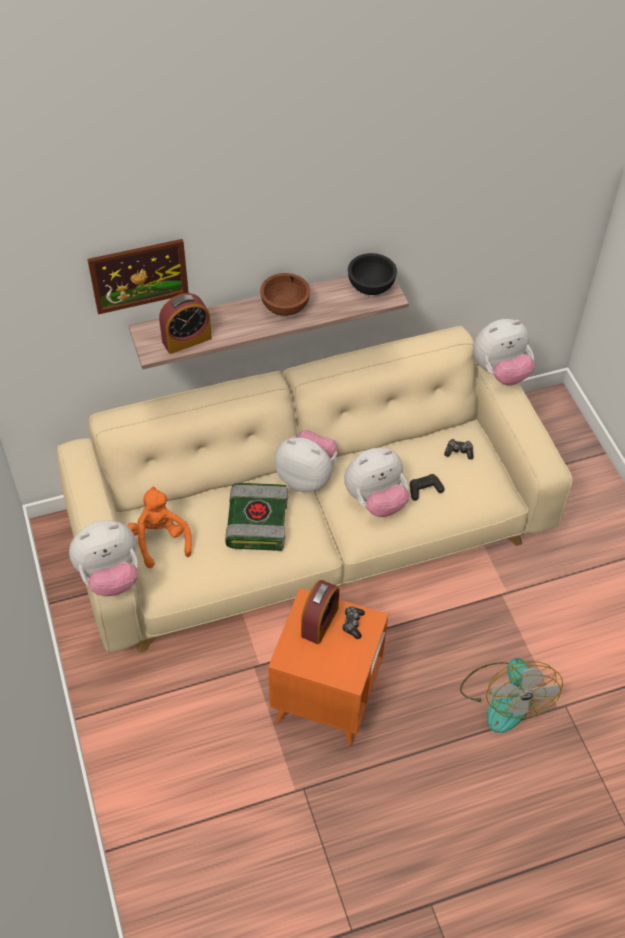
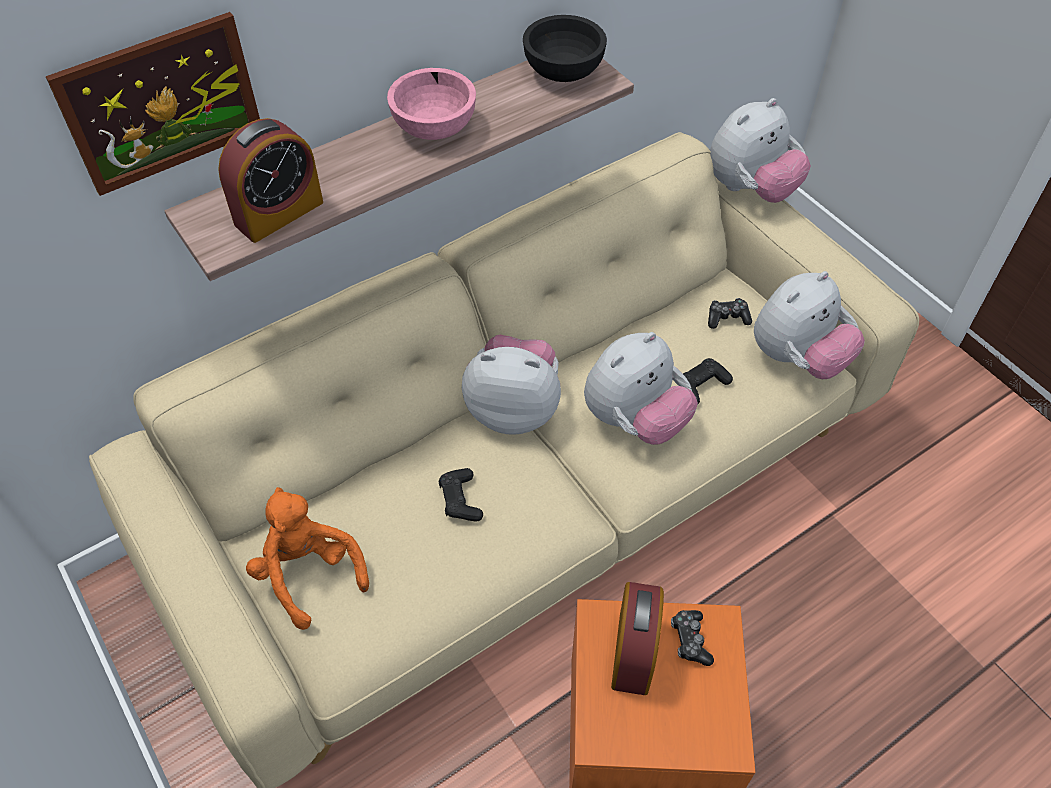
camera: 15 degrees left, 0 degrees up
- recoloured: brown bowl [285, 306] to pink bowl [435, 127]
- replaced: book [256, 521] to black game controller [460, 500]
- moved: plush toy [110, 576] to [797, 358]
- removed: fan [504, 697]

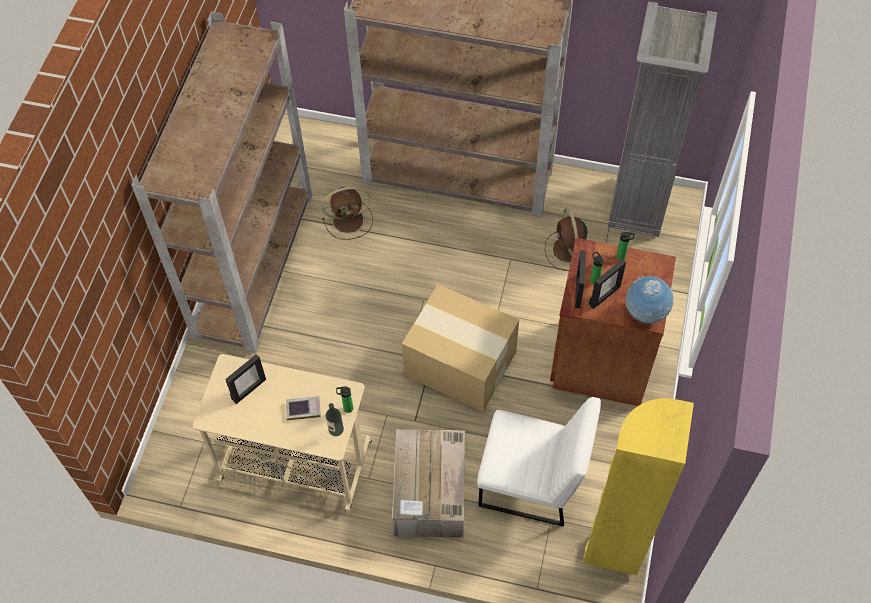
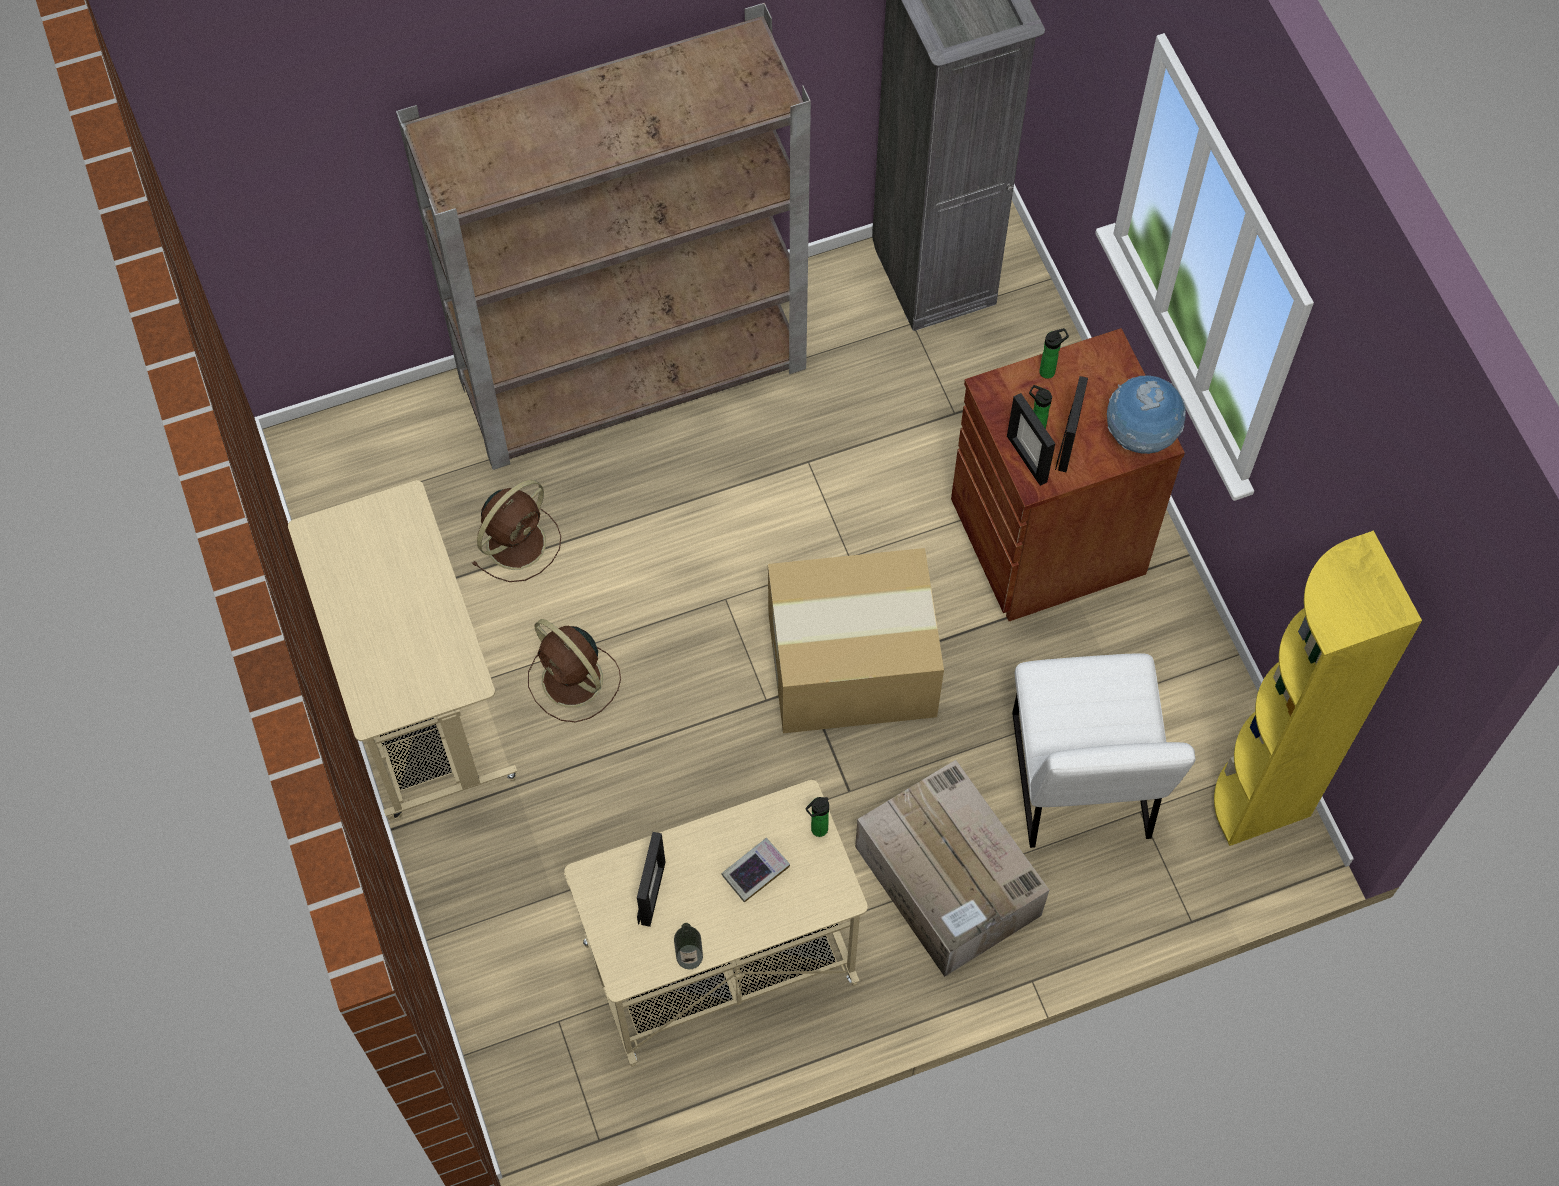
camera: 35 degrees left, 5 degrees up
- replaced: brown bookcase [254, 264] to beige desk [420, 700]
- moved: brown fan [568, 251] to [574, 681]
- turned: white chair [531, 485] = [1080, 780] 105 degrees clockwise
- moved: bottle [336, 429] to [689, 957]

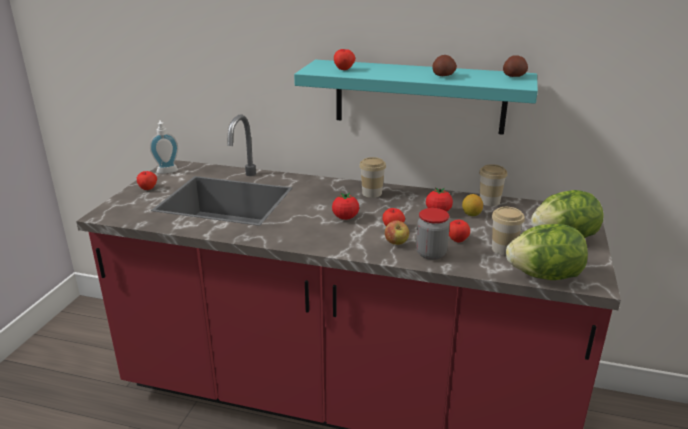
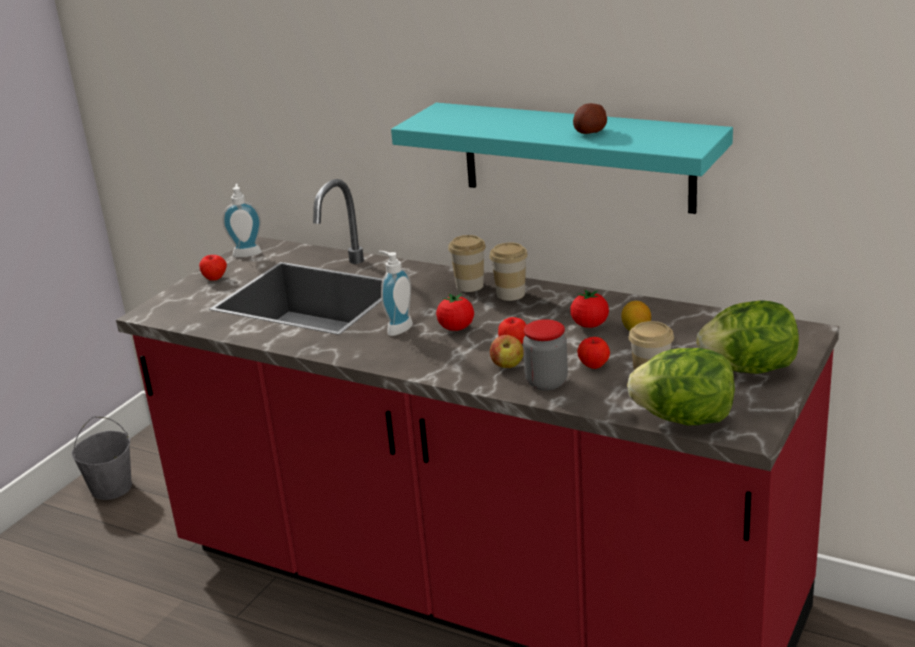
camera: 15 degrees right, 0 degrees up
- removed: apple [344, 69]
- removed: potato [514, 76]
- moved: cup [489, 201] to [469, 286]
- added: soap dispenser [397, 328]
- added: grey bucket [111, 488]

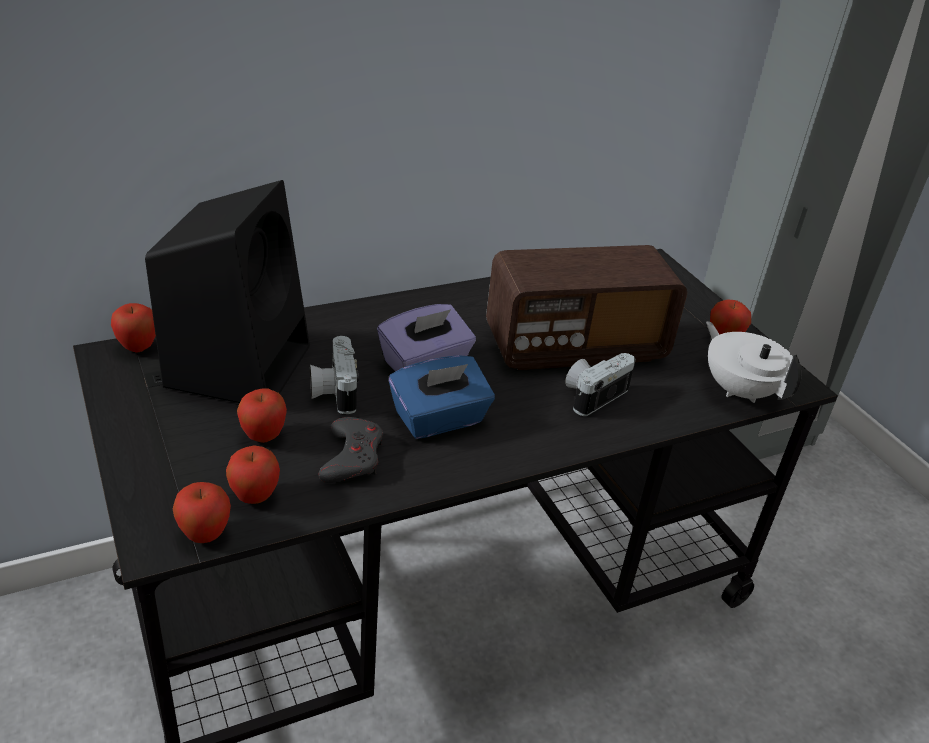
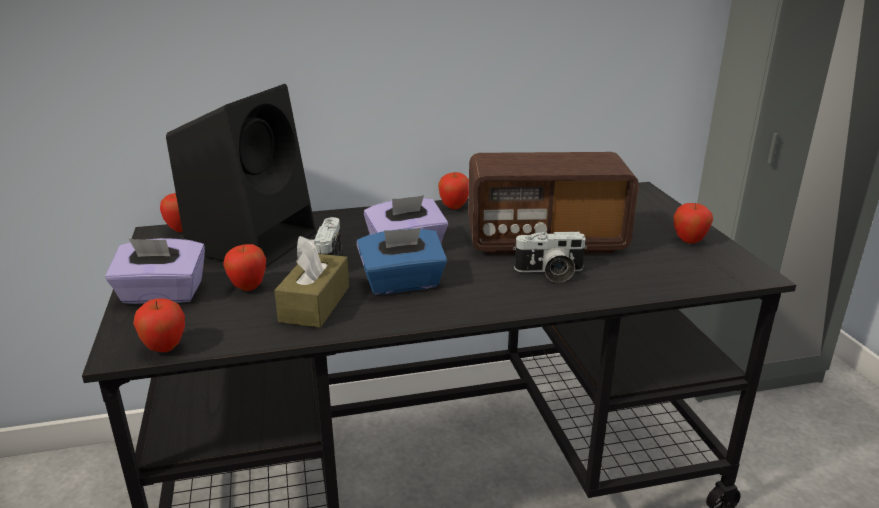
camera: 15 degrees right, 10 degrees down
- removed: white teapot [740, 390]
- turned: photo camera [593, 394] = [550, 273] 150 degrees counterclockwise
- replaced: grey game controller [352, 457] to brown tissue box [315, 304]
- moved: apple [254, 497] to [454, 207]
- added: purple tissue box [162, 294]

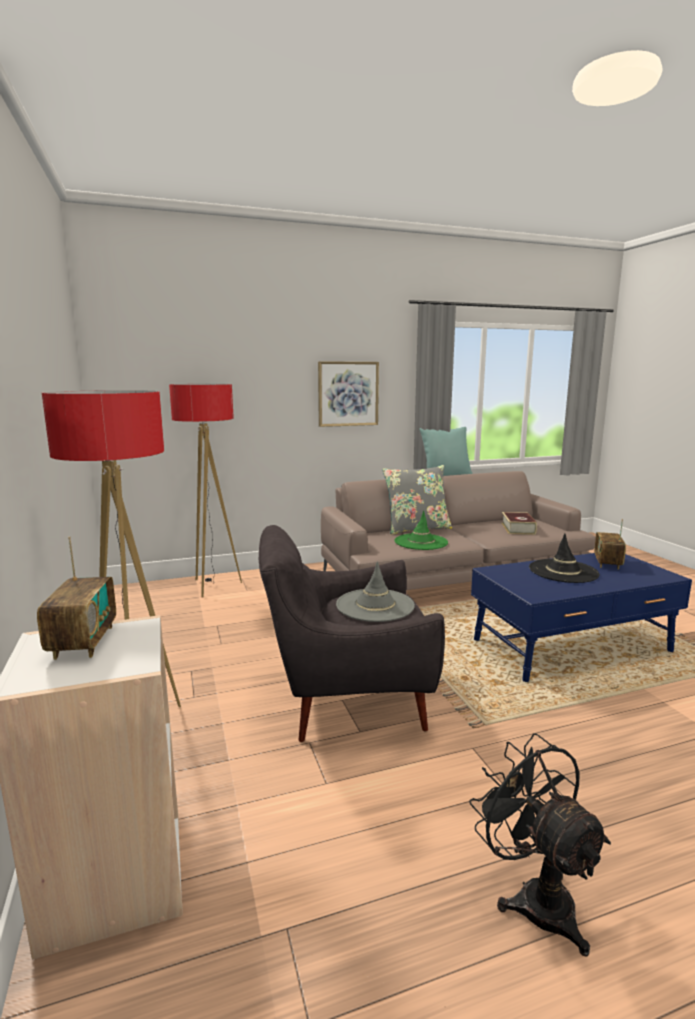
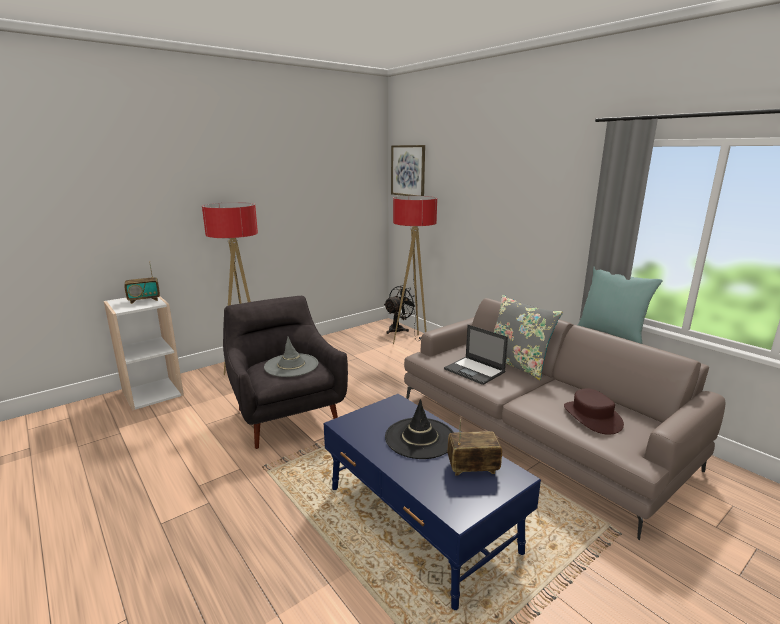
camera: 70 degrees right, 5 degrees up
- moved: picture [348, 394] to [408, 170]
- replaced: green hat [421, 542] to laptop [475, 371]
- replaced: book [518, 528] to brown hat [591, 417]
- moved: black fan [535, 897] to [398, 329]

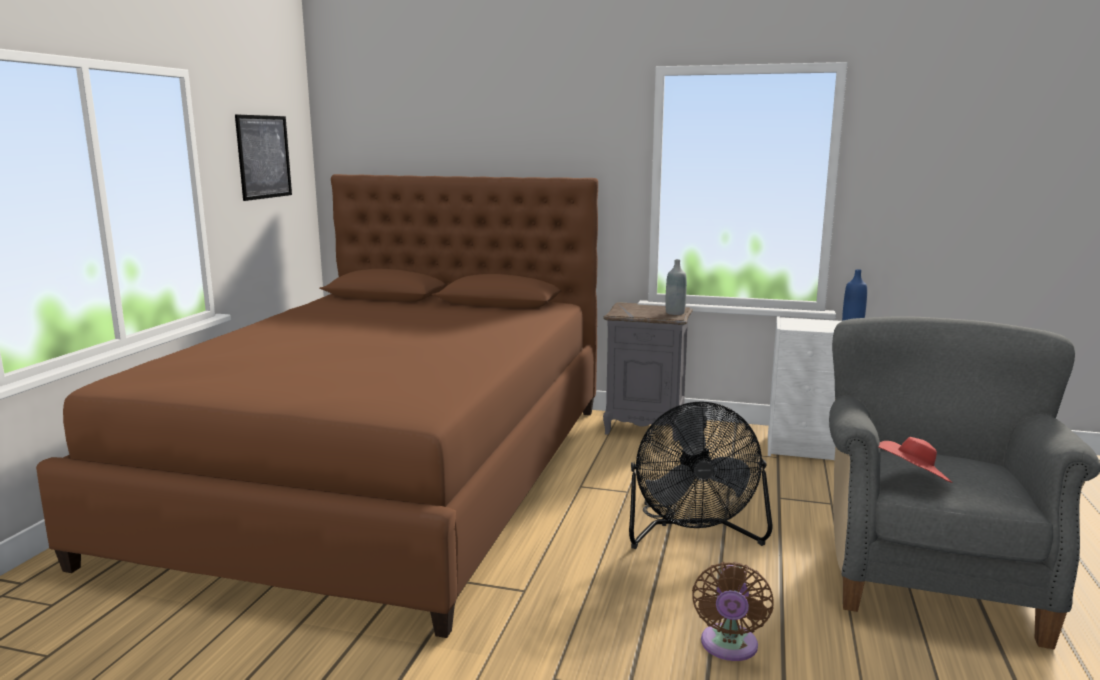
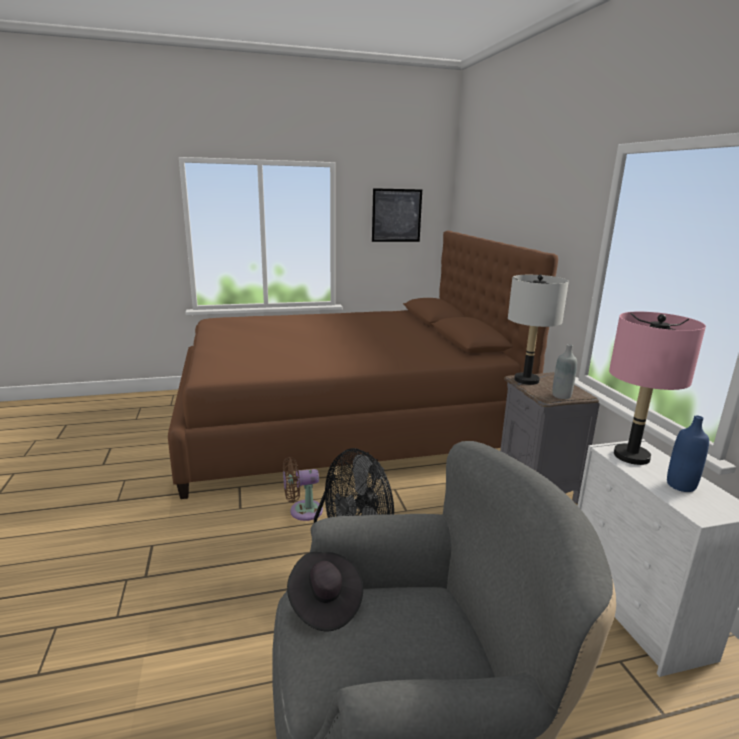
camera: 60 degrees right, 5 degrees up
- recoloured: red hat [913, 478] to black hat [324, 604]
- moved: brown fan [728, 647] to [302, 511]
- added: grey table lamp [526, 380]
- added: pink table lamp [631, 456]

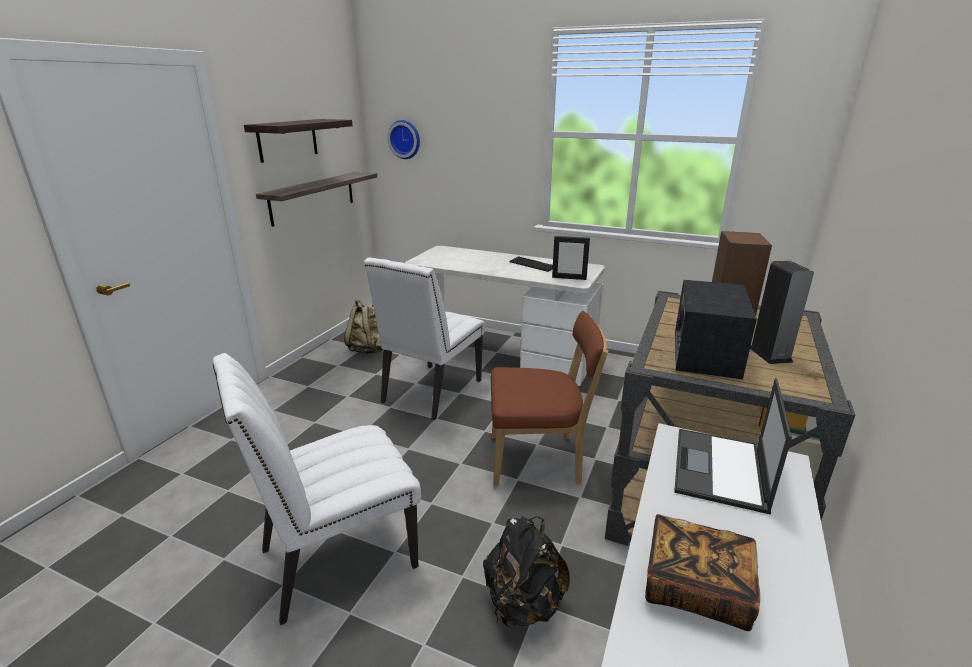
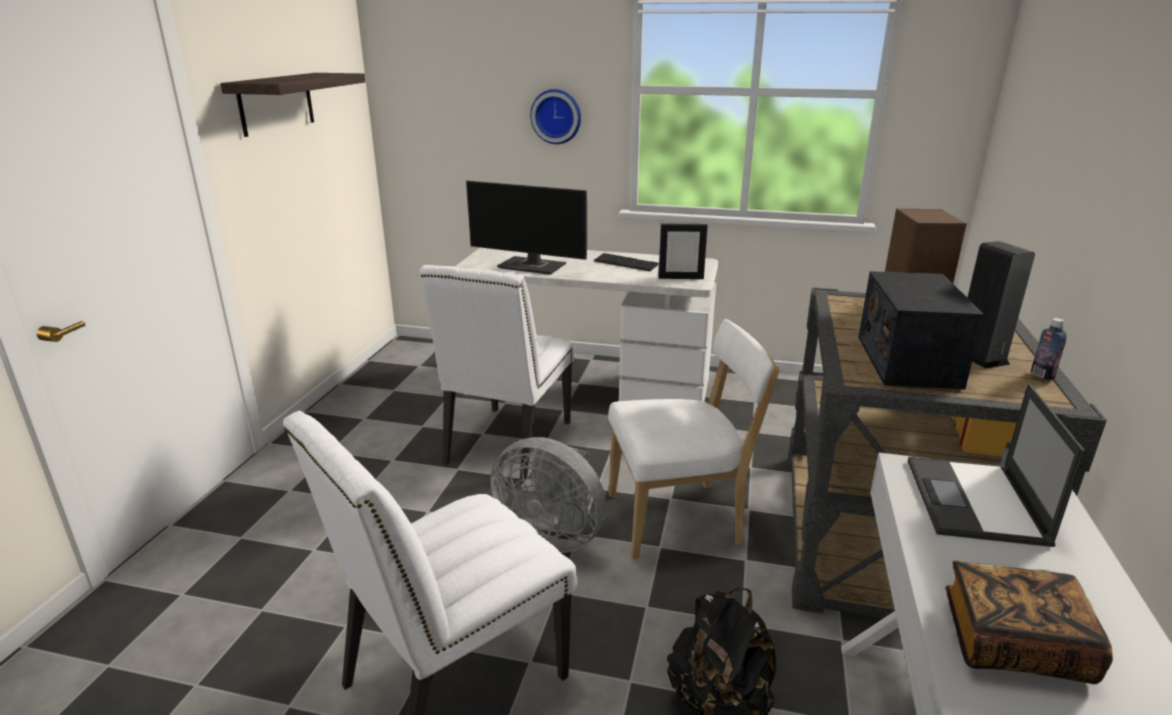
camera: 10 degrees left, 0 degrees up
- moved: wall clock [405, 139] to [556, 116]
- removed: shelf [313, 197]
- removed: beige backpack [369, 349]
- recoloured: brown chair [539, 460] to white chair [680, 519]
- added: monitor [533, 266]
- added: bottle [1042, 375]
- added: grey fan [552, 534]

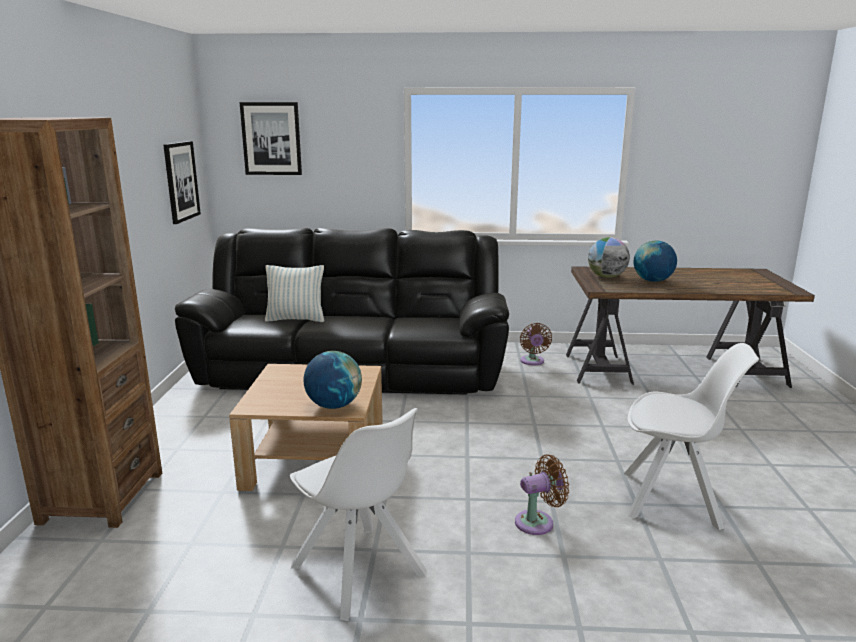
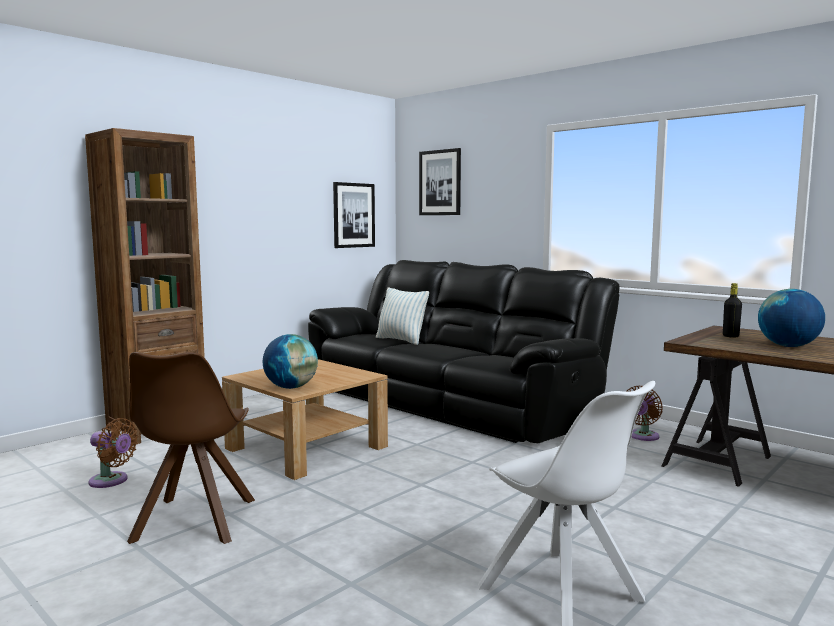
camera: 40 degrees right, 10 degrees down
- replaced: globe [606, 277] to black bottle [730, 336]
- recoloured: white chair [359, 572] to brown chair [193, 522]
- moved: brown fan [538, 522] to [111, 481]

